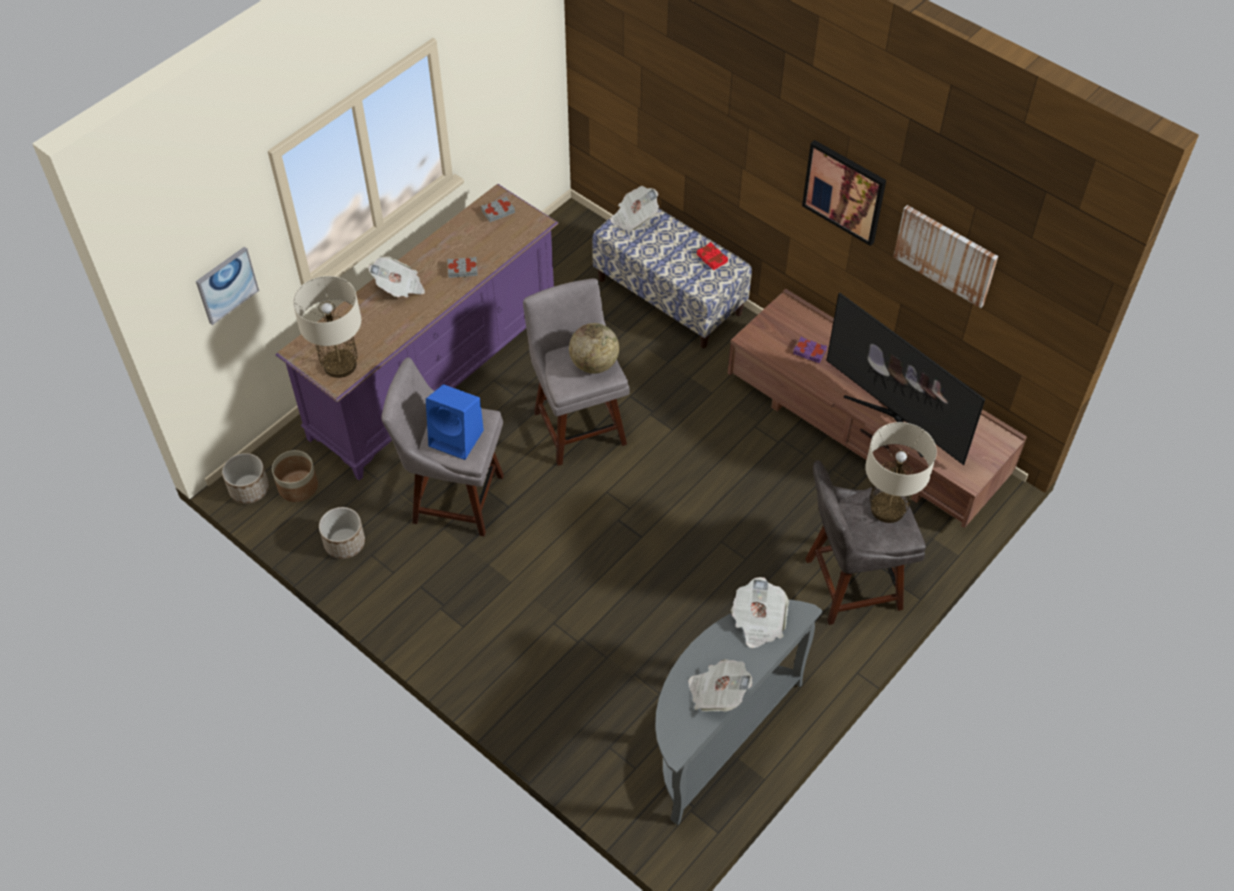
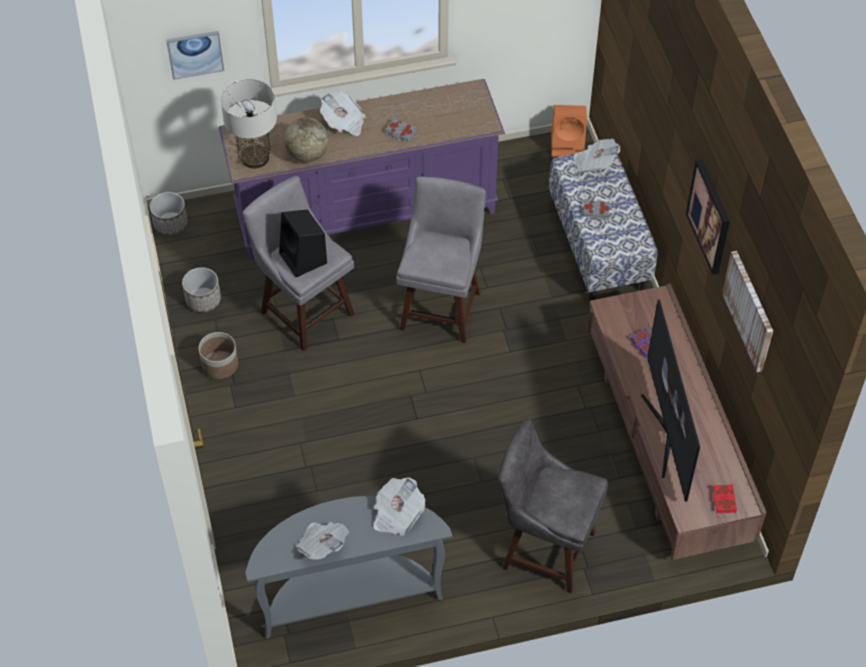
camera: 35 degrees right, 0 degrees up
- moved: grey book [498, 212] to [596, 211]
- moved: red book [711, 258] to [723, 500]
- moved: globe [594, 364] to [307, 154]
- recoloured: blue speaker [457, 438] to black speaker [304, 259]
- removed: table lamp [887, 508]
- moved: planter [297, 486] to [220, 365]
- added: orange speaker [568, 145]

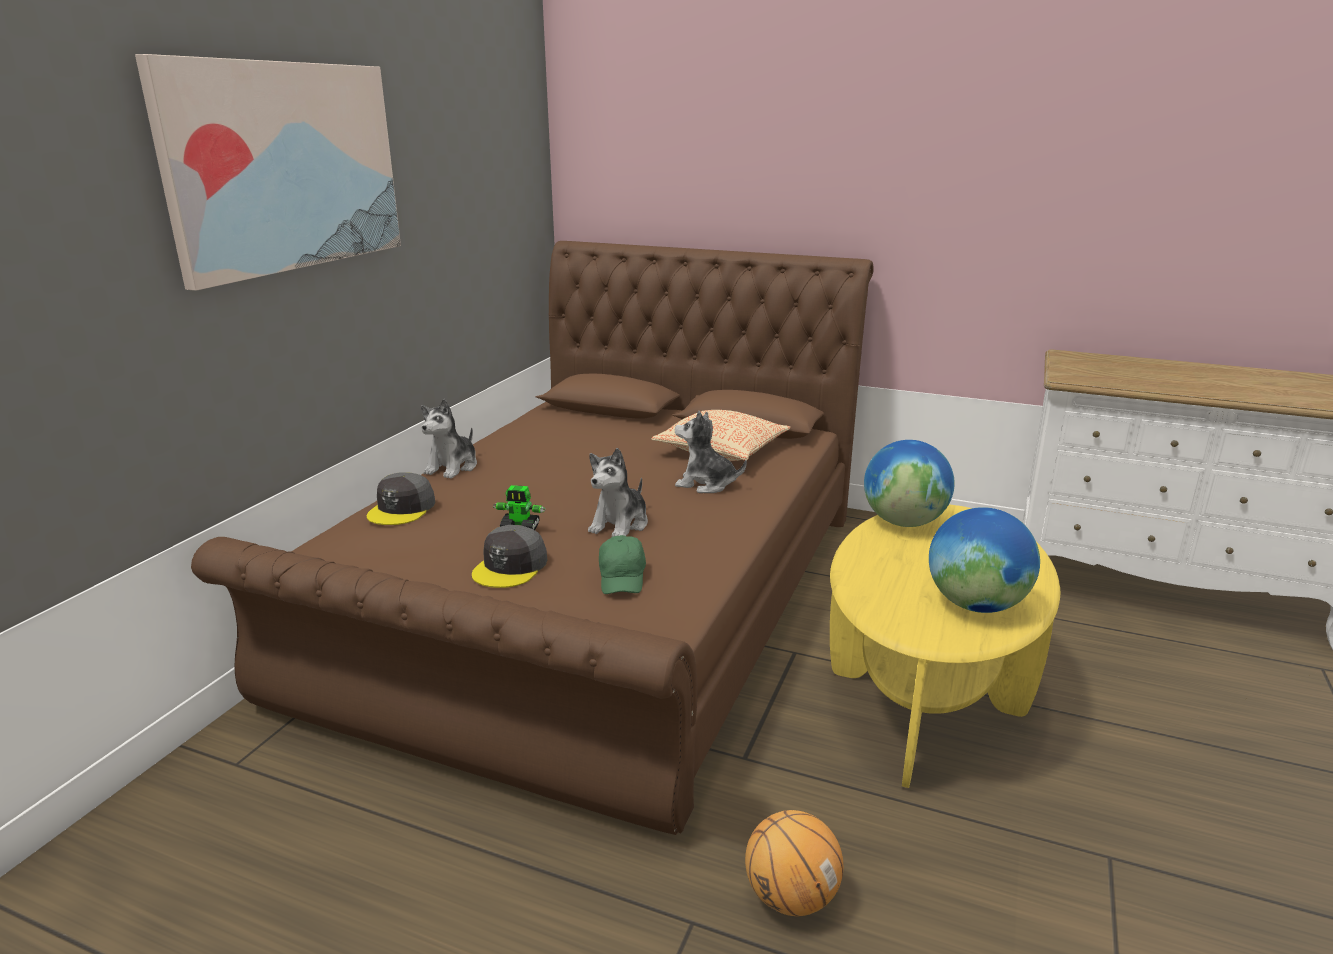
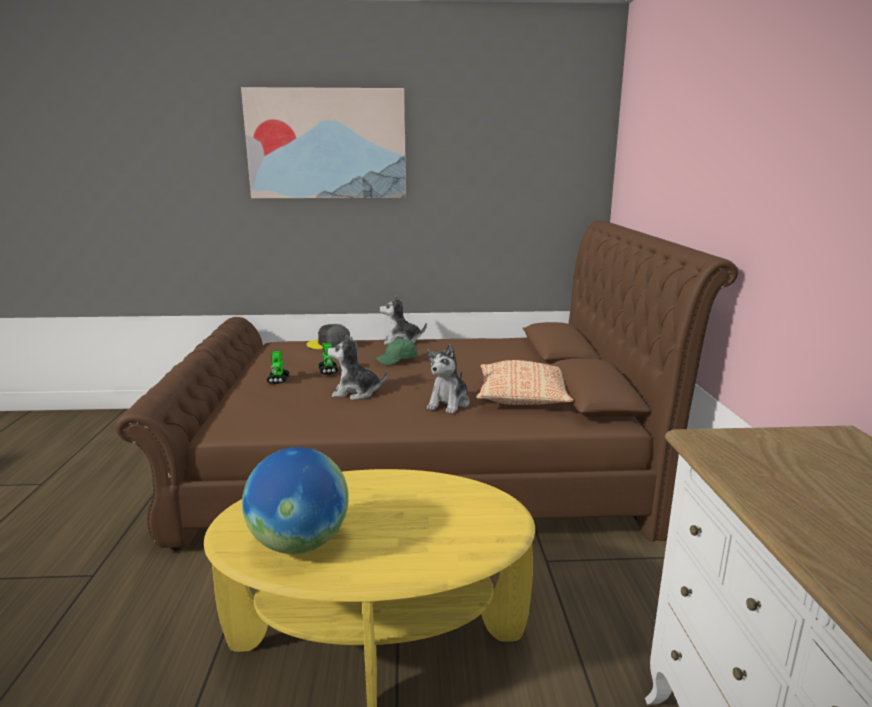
camera: 65 degrees right, 5 degrees down
- turned: plush toy [706, 484] = [449, 403] 150 degrees counterclockwise
- removed: globe [904, 522]
- replaced: grey cap [511, 567] to toy robot [278, 380]
- moved: green cap [622, 577] to [397, 360]
- removed: basketball [790, 897]

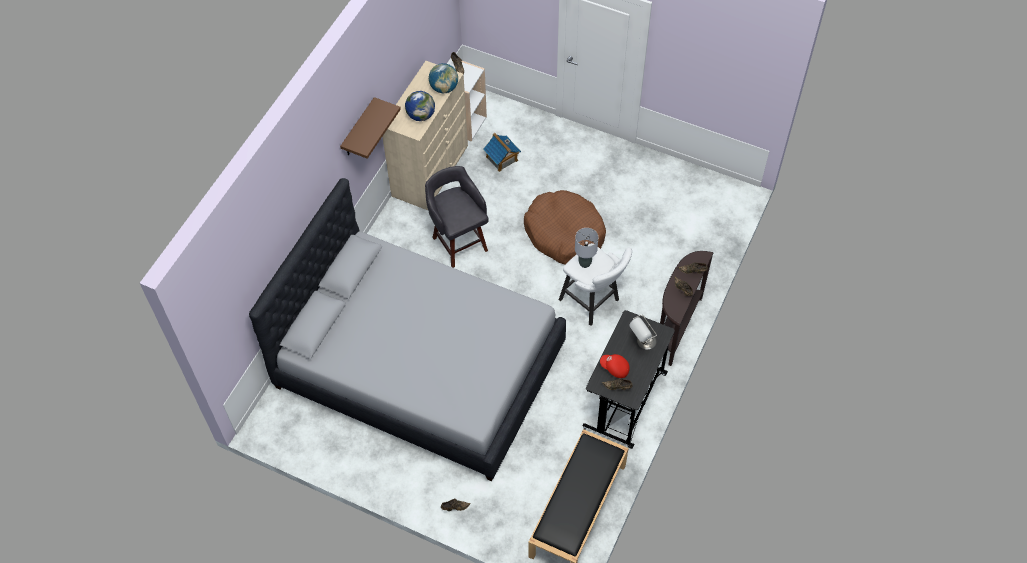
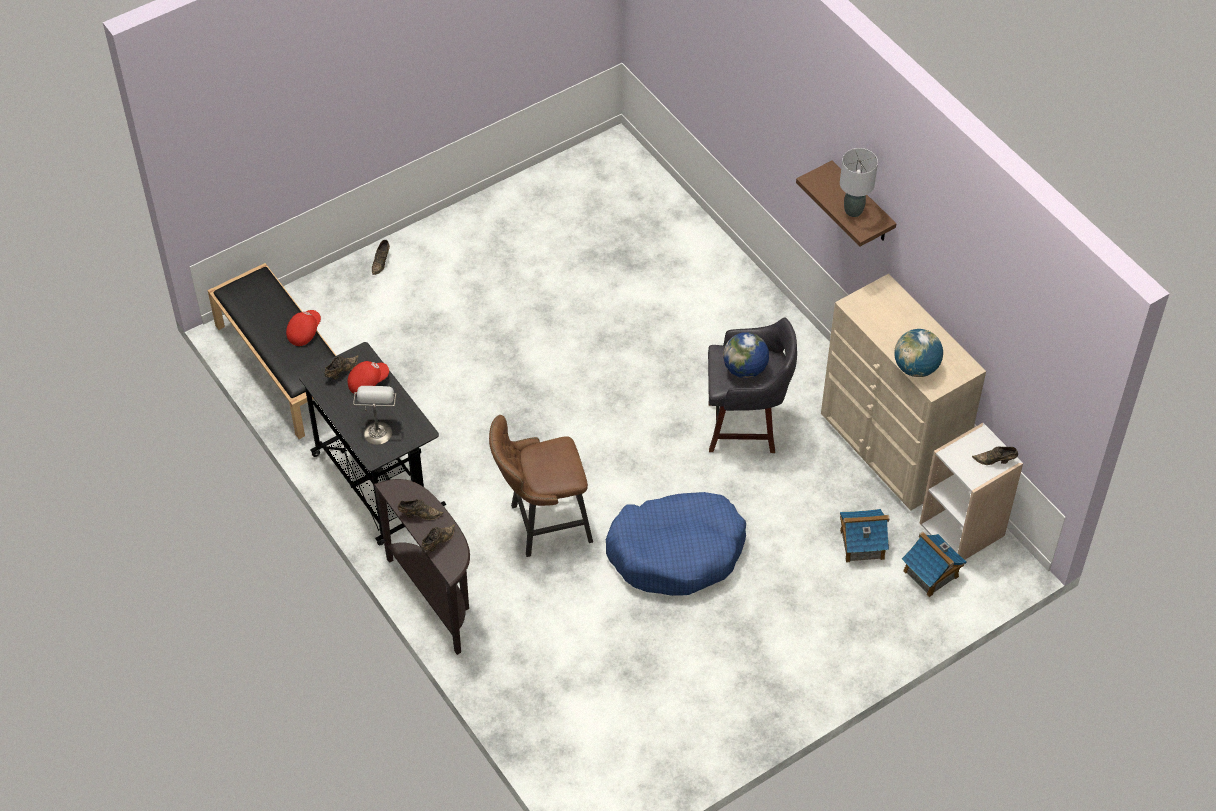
camera: 120 degrees right, 5 degrees down
- moved: globe [421, 115] to [745, 369]
- removed: grey bed [420, 365]
- recoloured: brown dog bed [565, 234] to blue dog bed [676, 552]
- moved: grey table lamp [585, 263] to [853, 211]
- recoloured: white stool [594, 304] to brown stool [540, 525]
- added: red cap [304, 332]
- added: toy house [931, 574]

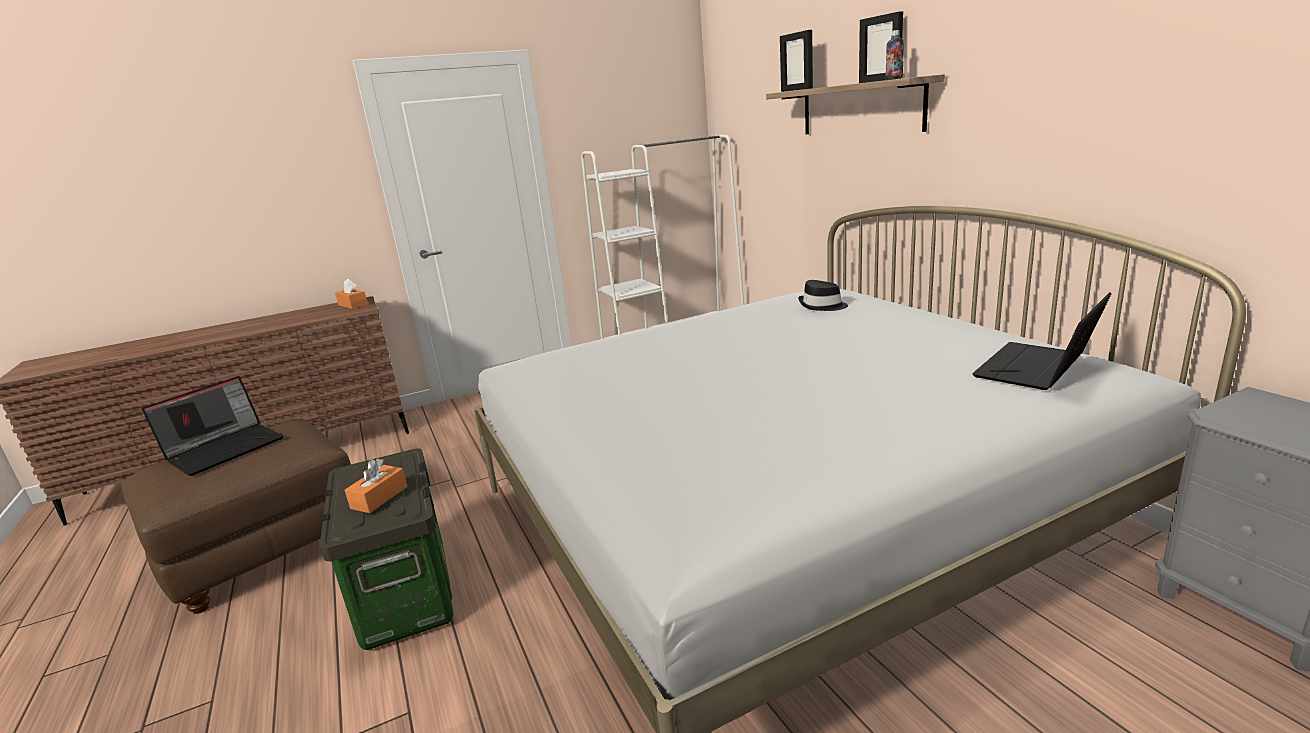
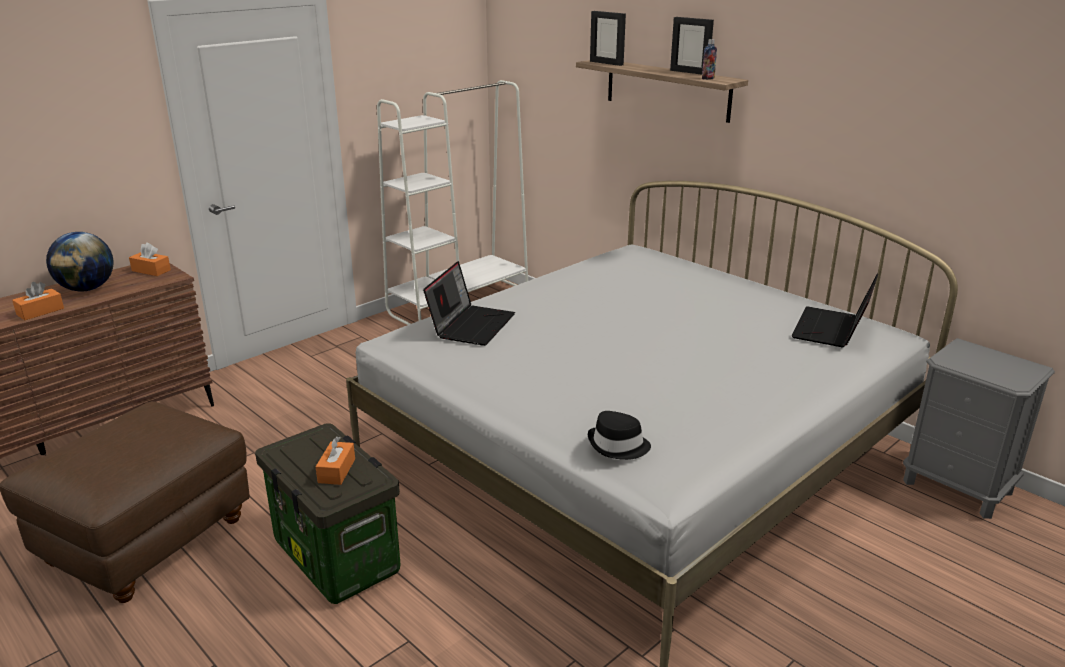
camera: 20 degrees left, 5 degrees up
- moved: black hat [822, 306] to [618, 446]
- moved: laptop [226, 448] to [471, 325]
- added: globe [87, 289]
- added: orange tissue box [40, 311]

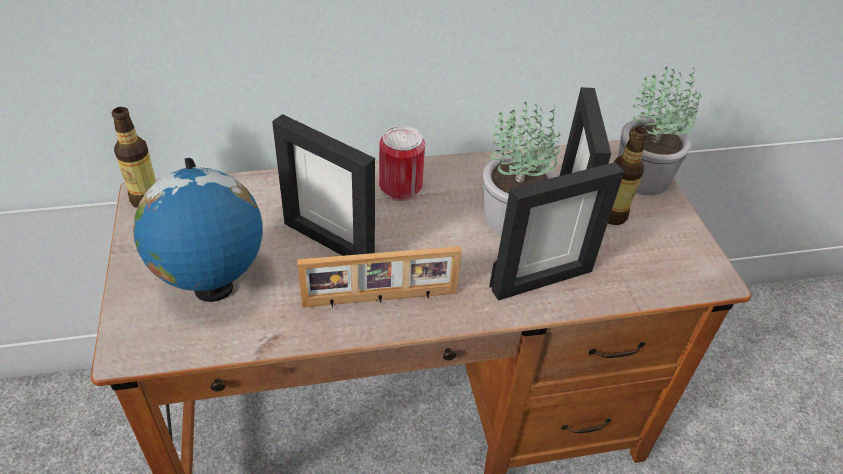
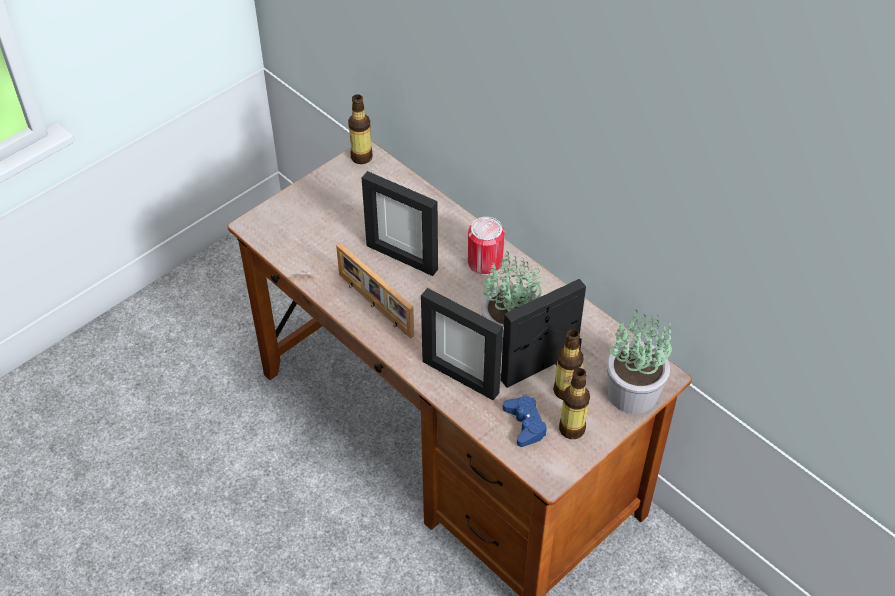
camera: 60 degrees right, 5 degrees up
- turned: picture frame [330, 240] = [403, 256] 60 degrees counterclockwise
- removed: globe [213, 289]
- added: bottle [571, 429]
- added: blue game controller [525, 424]

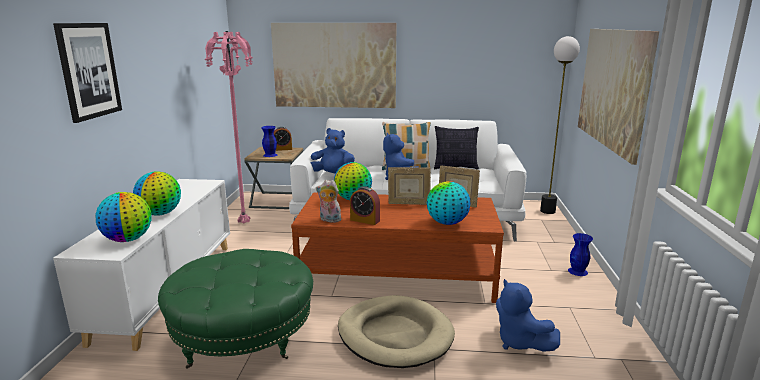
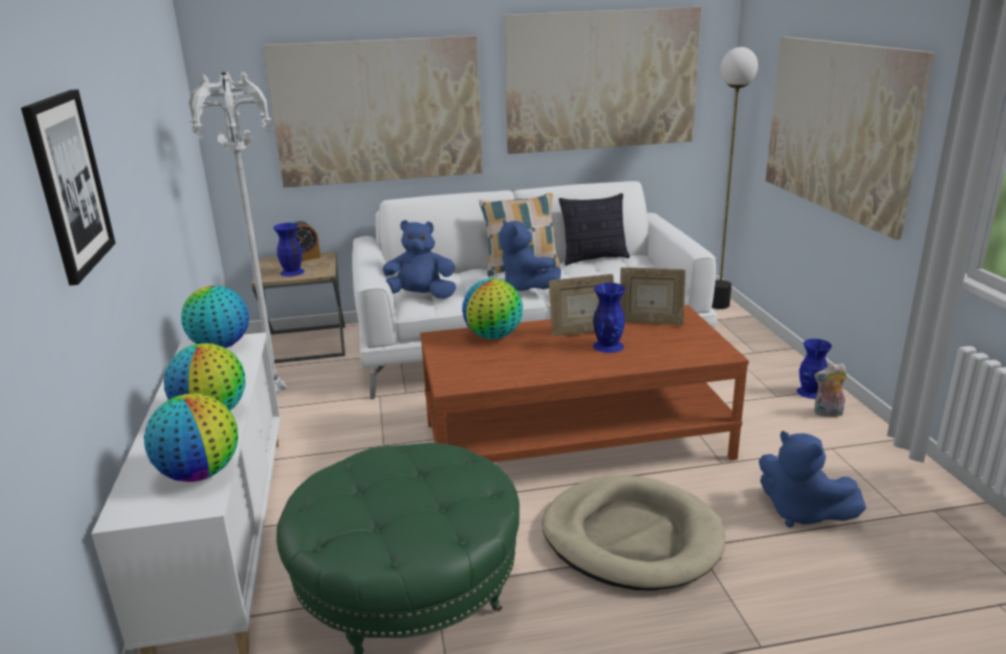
camera: 15 degrees left, 5 degrees up
- recoloured: pink floor lamp [245, 223] to white floor lamp [278, 393]
- moved: plush toy [329, 220] to [827, 413]
- moved: globe [447, 223] to [220, 346]
- removed: alarm clock [365, 220]
- added: picture [602, 80]
- added: blue vase [608, 345]

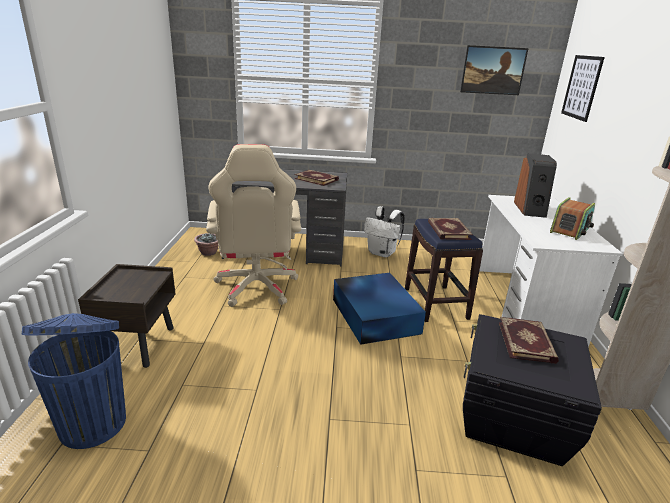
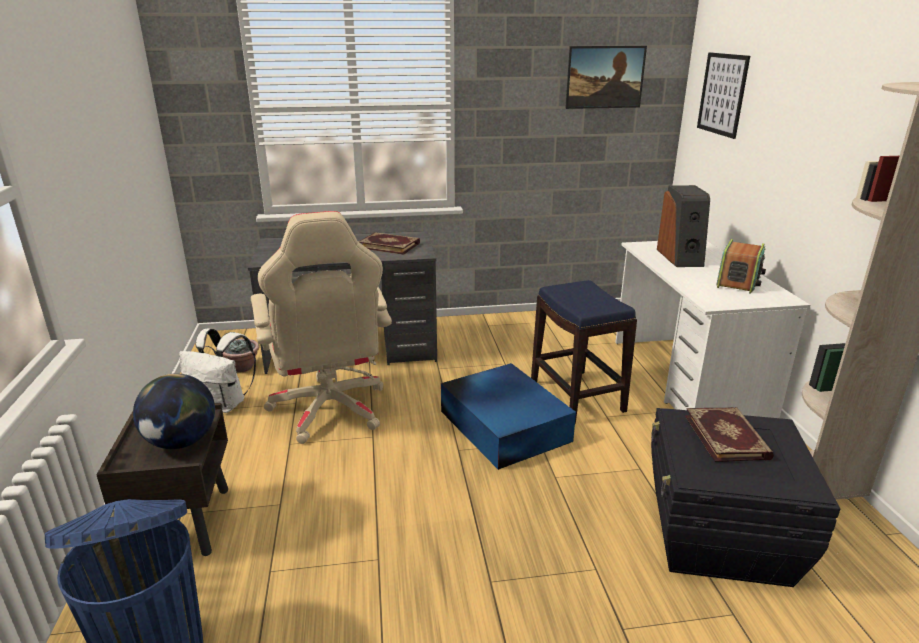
camera: 10 degrees left, 0 degrees up
- moved: white backpack [382, 253] to [225, 404]
- removed: book [448, 230]
- added: globe [181, 442]

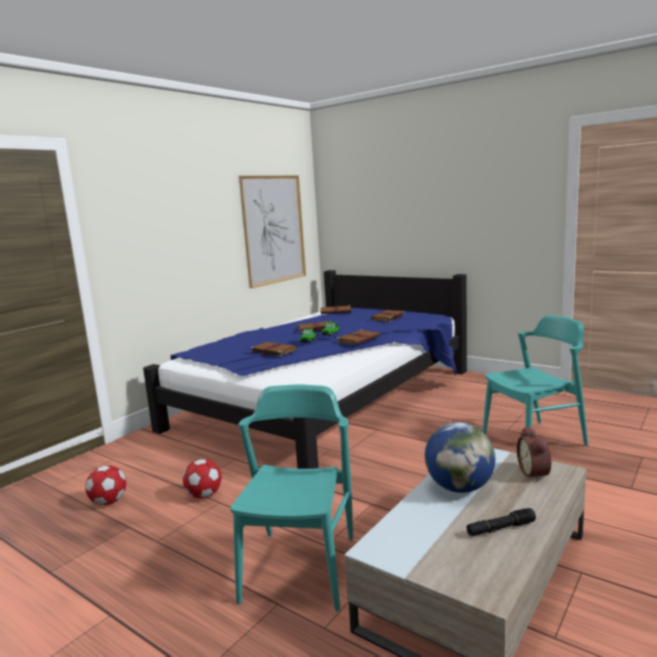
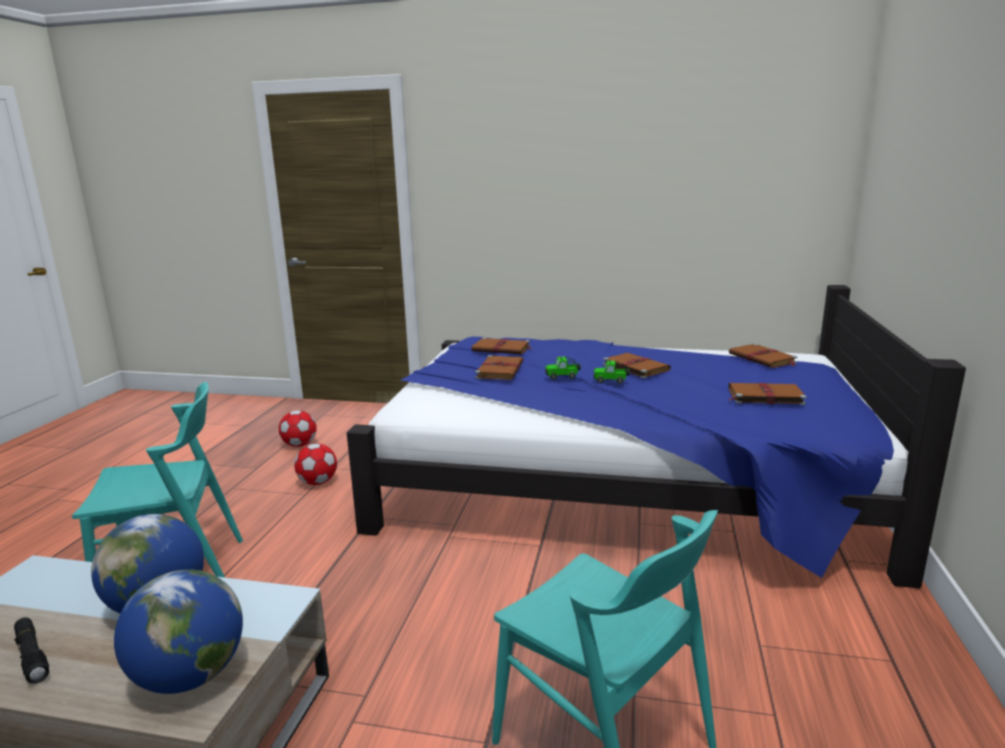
camera: 65 degrees right, 5 degrees up
- removed: picture [273, 229]
- moved: brown book [359, 339] to [502, 349]
- replaced: alarm clock [535, 473] to globe [190, 676]

